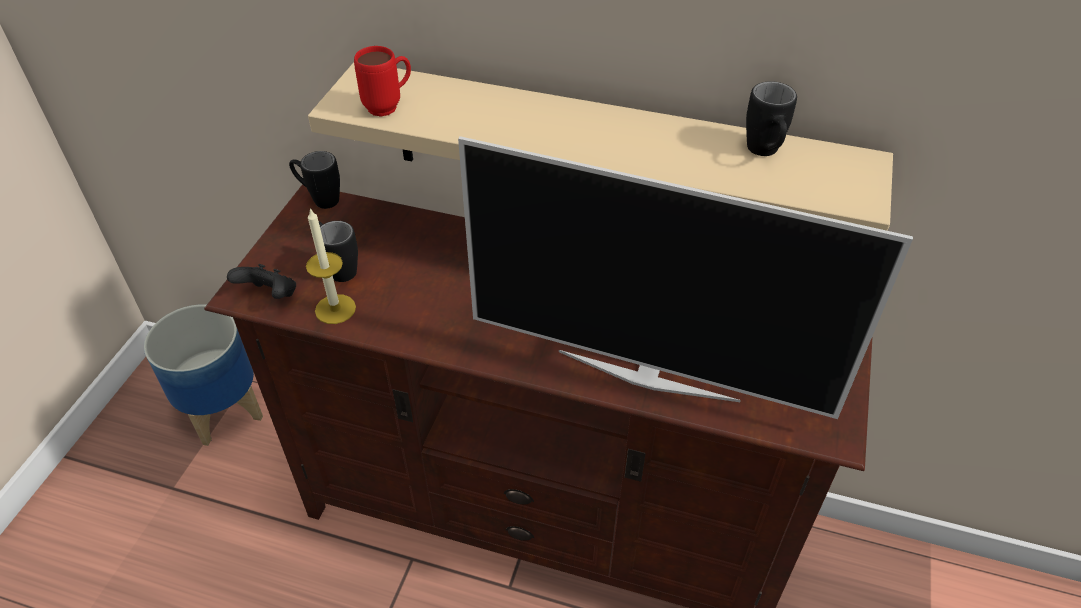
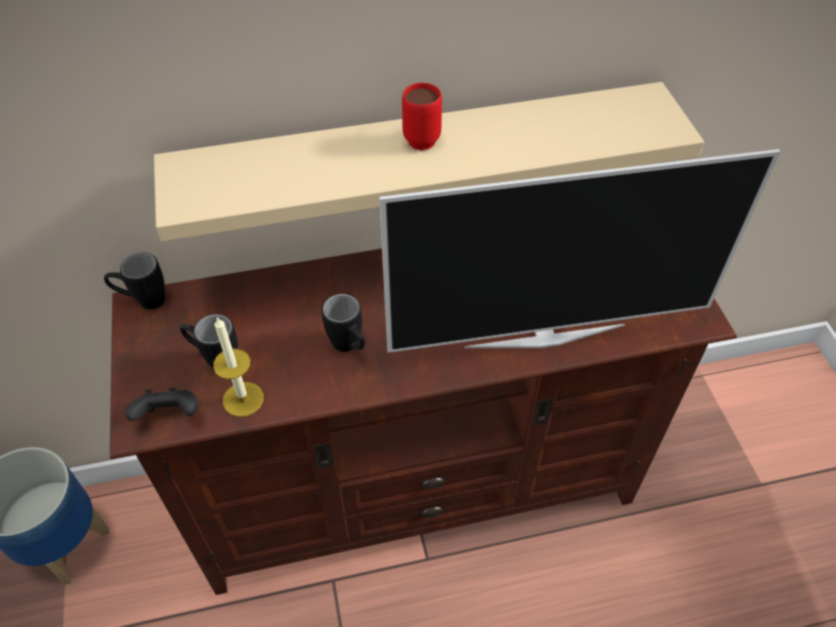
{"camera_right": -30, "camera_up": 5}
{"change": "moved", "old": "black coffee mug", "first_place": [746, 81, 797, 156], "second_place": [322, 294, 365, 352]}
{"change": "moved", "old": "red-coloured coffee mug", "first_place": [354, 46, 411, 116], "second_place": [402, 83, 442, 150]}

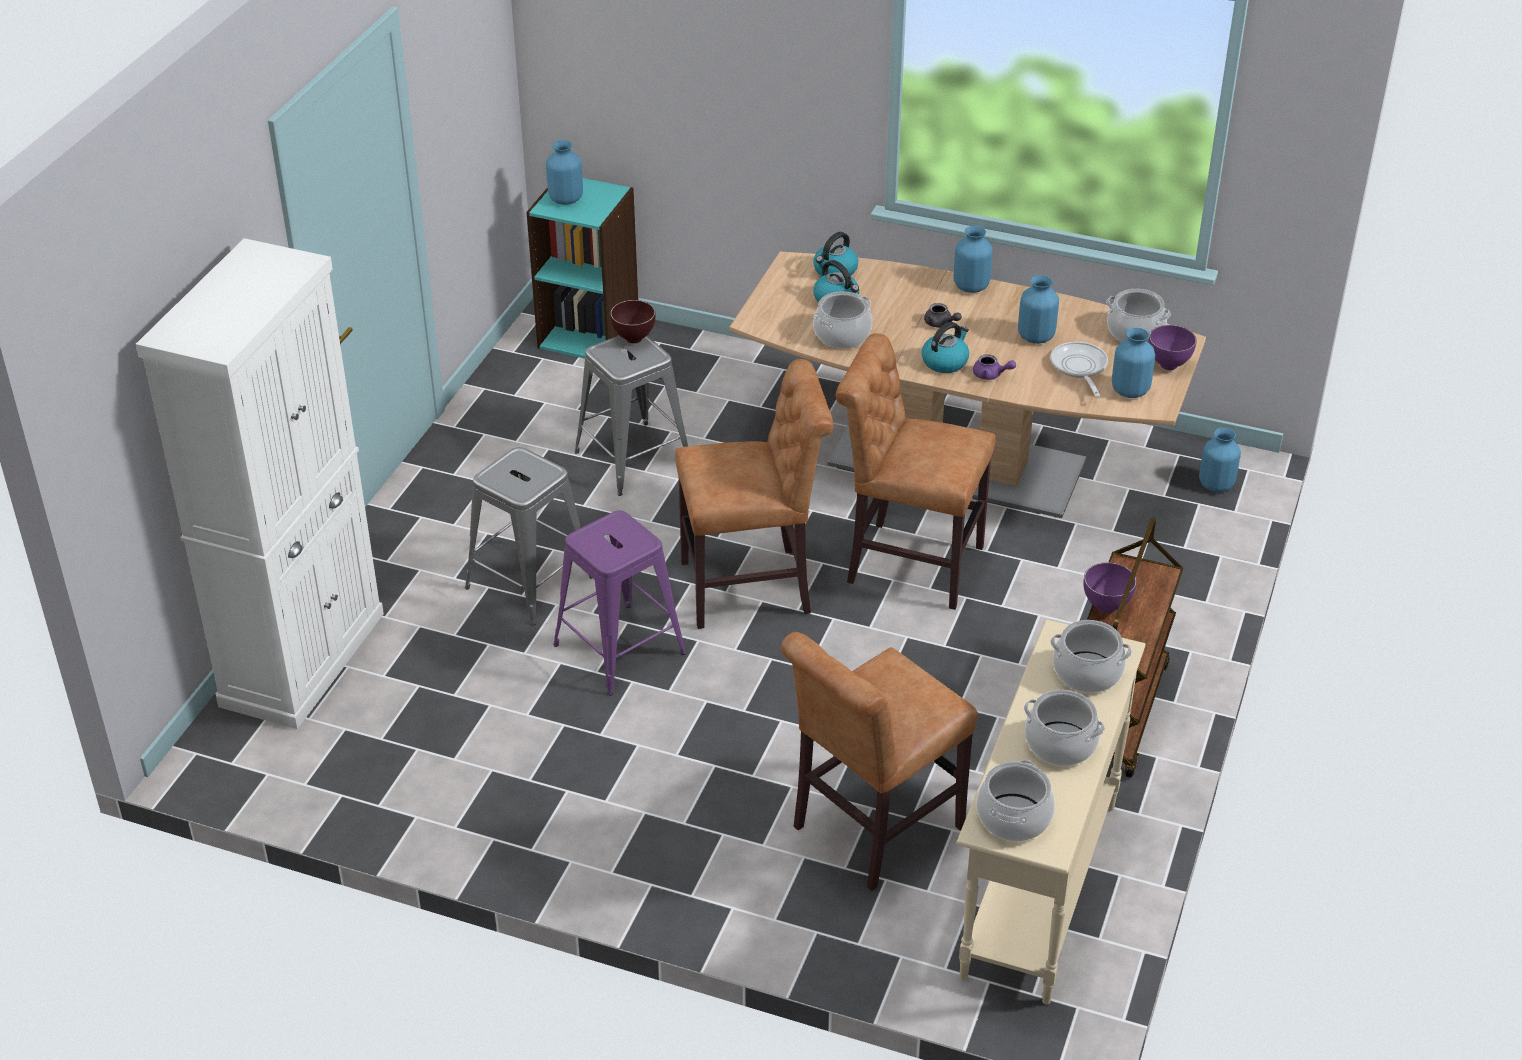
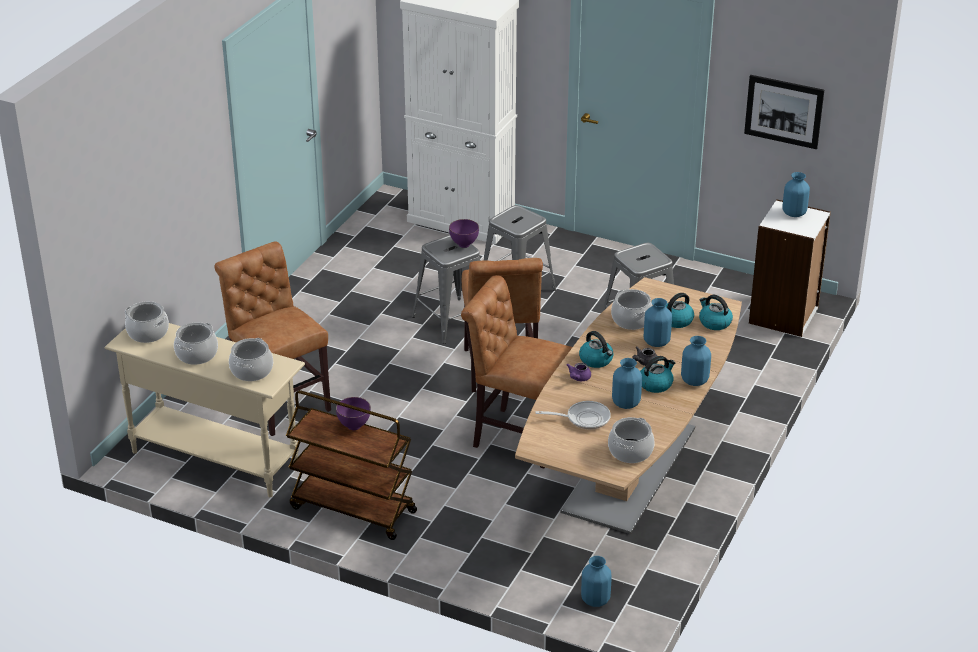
{"camera_right": 95, "camera_up": -5}
{"change": "recoloured", "old": "purple sitting stool", "new": "greyish sitting stool", "first_place": [553, 510, 686, 695], "second_place": [412, 235, 480, 344]}
{"change": "moved", "old": "purple deep dish", "first_place": [1149, 325, 1197, 370], "second_place": [449, 219, 479, 248]}
{"change": "turned", "old": "brown plain chair", "first_place": [836, 333, 996, 610], "second_place": [461, 275, 572, 469], "degrees": -90}
{"change": "added", "new": "water kettle", "second_place": [640, 356, 675, 393]}
{"change": "moved", "old": "bluish flower vase", "first_place": [1112, 328, 1155, 398], "second_place": [644, 298, 672, 347]}
{"change": "added", "new": "wall art", "second_place": [744, 75, 824, 149]}
{"change": "recoloured", "old": "blue-green bookshelf", "new": "white-coloured bookshelf", "first_place": [527, 178, 638, 359], "second_place": [749, 199, 831, 337]}
{"change": "removed", "old": "brown deep dish", "first_place": [610, 300, 655, 343]}

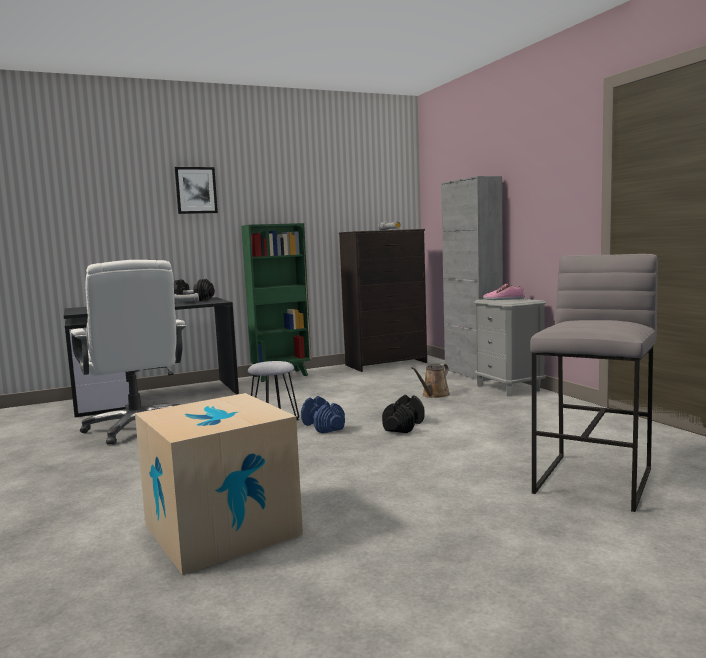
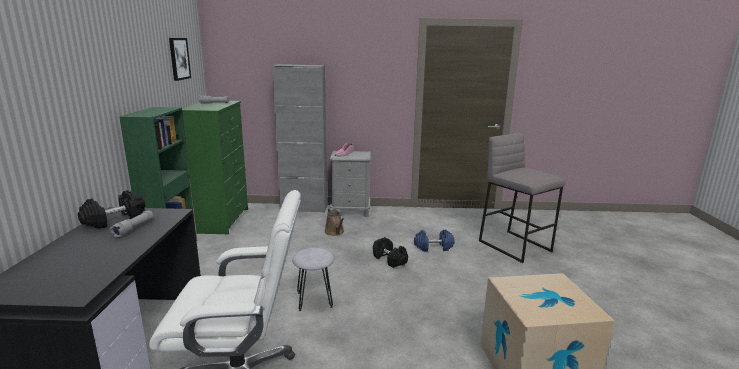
{"camera_right": -65, "camera_up": 10}
{"change": "moved", "old": "wall art", "first_place": [175, 167, 218, 214], "second_place": [169, 38, 191, 81]}
{"change": "recoloured", "old": "black dresser", "new": "greenish dresser", "first_place": [339, 229, 427, 372], "second_place": [182, 101, 248, 234]}
{"change": "moved", "old": "bluish free weight", "first_place": [301, 396, 345, 433], "second_place": [414, 230, 455, 252]}

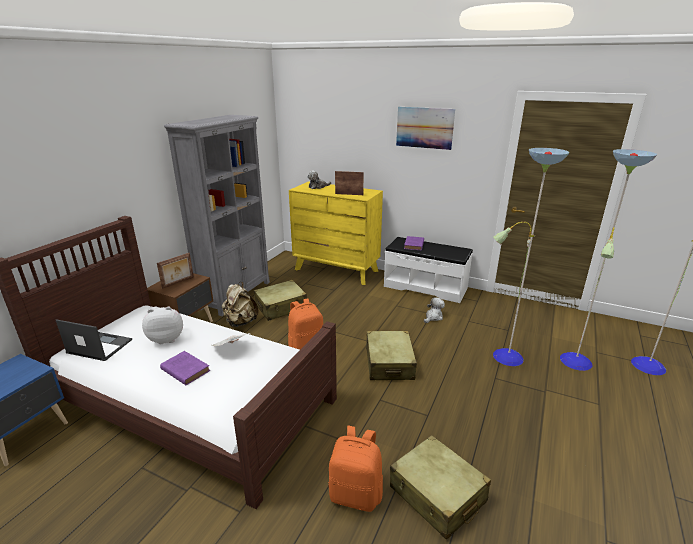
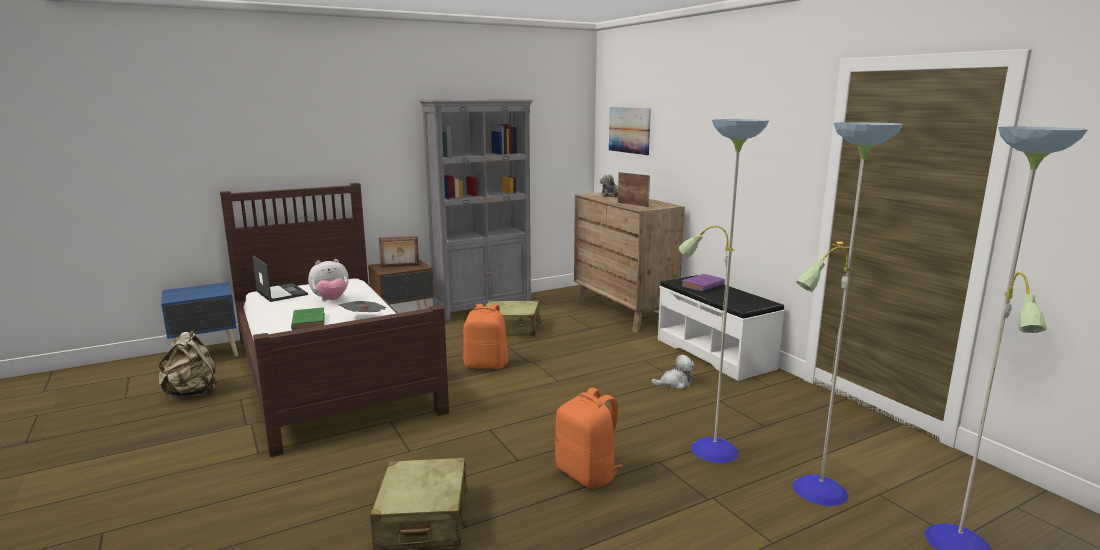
{"camera_right": 35, "camera_up": -10}
{"change": "moved", "old": "sand-coloured backpack", "first_place": [222, 282, 259, 327], "second_place": [157, 330, 216, 397]}
{"change": "recoloured", "old": "purple bound book", "new": "greenish bound book", "first_place": [160, 351, 210, 385], "second_place": [291, 307, 325, 330]}
{"change": "turned", "old": "plush toy", "first_place": [142, 307, 183, 344], "second_place": [308, 259, 349, 301], "degrees": 135}
{"change": "moved", "old": "orange-coloured backpack", "first_place": [328, 426, 383, 512], "second_place": [555, 388, 622, 489]}
{"change": "recoloured", "old": "yellowish dresser", "new": "brown dresser", "first_place": [289, 181, 383, 285], "second_place": [574, 192, 685, 333]}
{"change": "moved", "old": "wall art", "first_place": [396, 107, 455, 150], "second_place": [609, 107, 651, 155]}
{"change": "removed", "old": "sand-coloured piece of luggage", "first_place": [366, 331, 417, 380]}

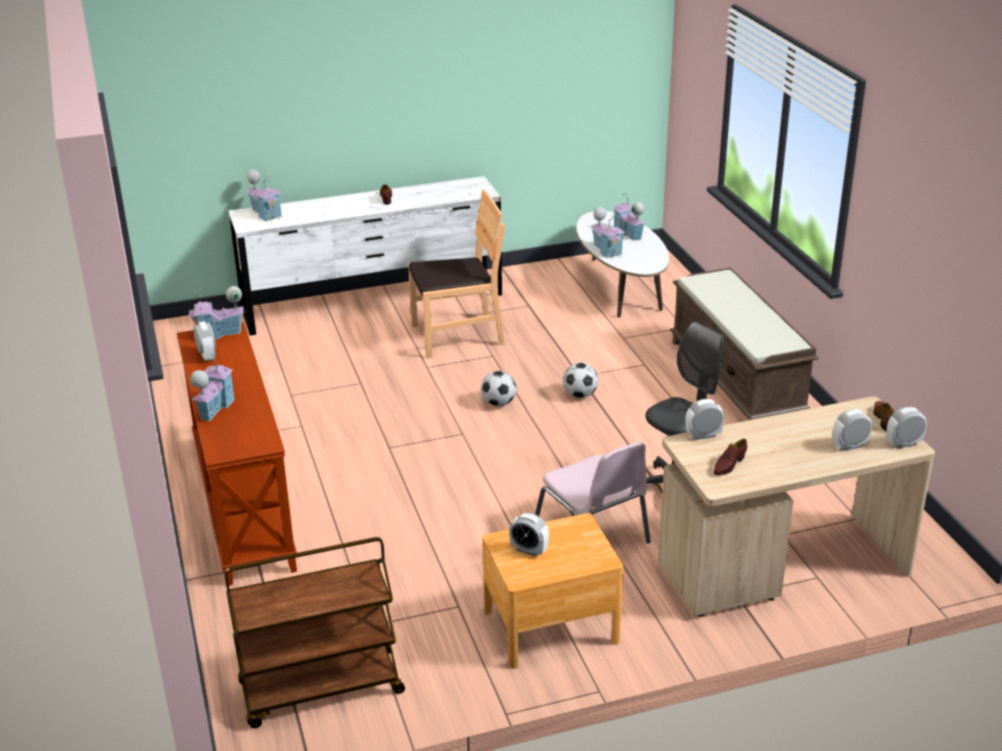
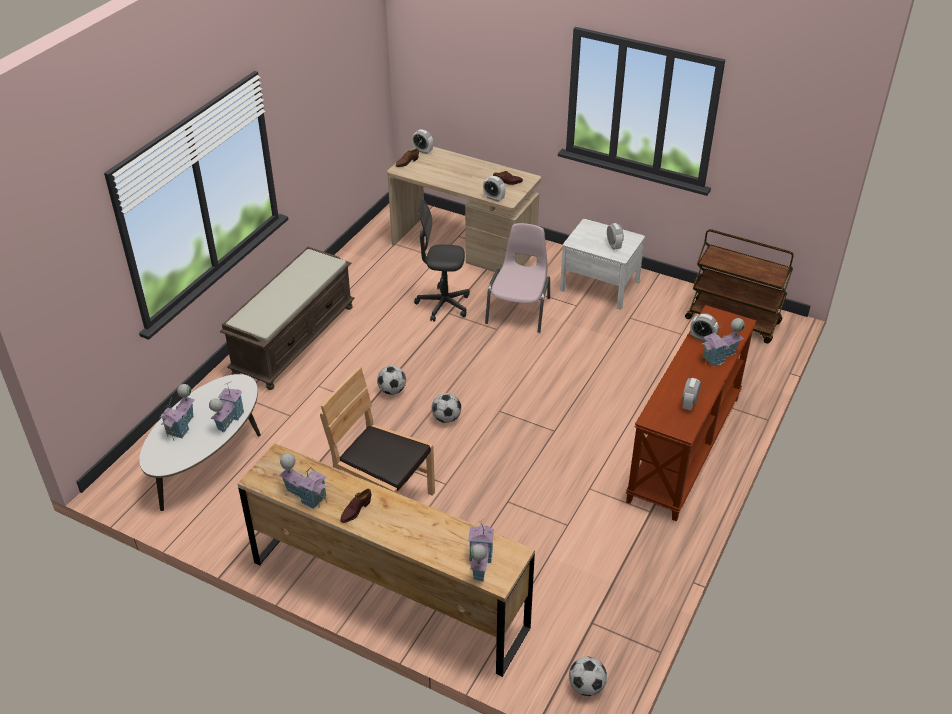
{"camera_right": -135, "camera_up": 10}
{"change": "recoloured", "old": "white-coloured dresser", "new": "brown dresser", "first_place": [229, 176, 502, 335], "second_place": [238, 444, 535, 677]}
{"change": "moved", "old": "miniature house", "first_place": [188, 286, 244, 340], "second_place": [279, 453, 328, 509]}
{"change": "recoloured", "old": "brown bedside table", "new": "white-coloured bedside table", "first_place": [482, 513, 623, 669], "second_place": [560, 219, 645, 309]}
{"change": "added", "new": "ball for football", "second_place": [569, 657, 607, 696]}
{"change": "moved", "old": "table clock", "first_place": [832, 409, 872, 451], "second_place": [690, 313, 718, 342]}

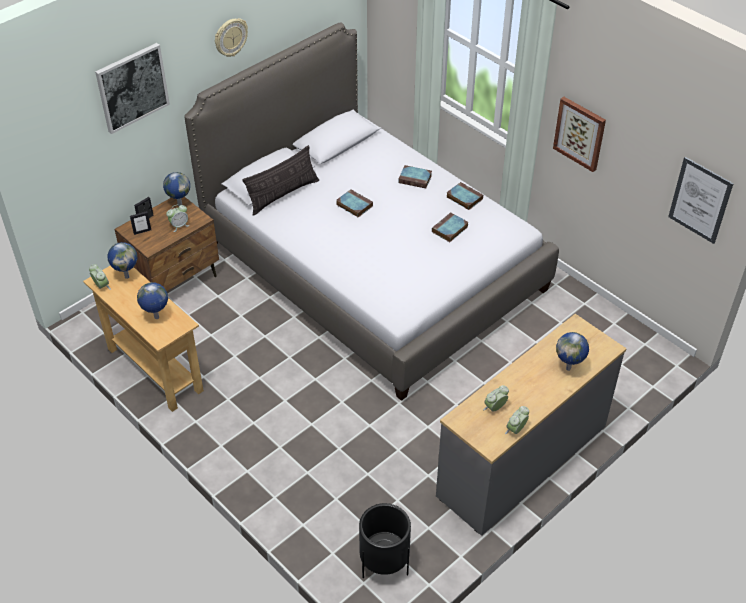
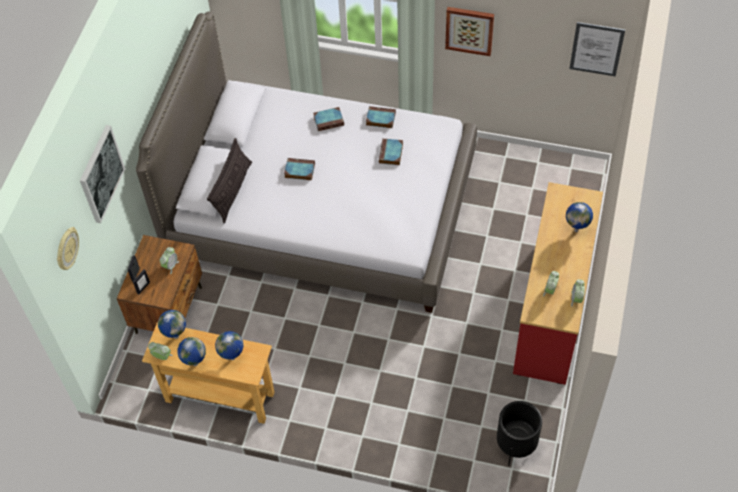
{"camera_right": -30, "camera_up": 10}
{"change": "moved", "old": "hanging clock", "first_place": [215, 18, 248, 57], "second_place": [57, 227, 79, 270]}
{"change": "moved", "old": "desk globe", "first_place": [163, 172, 190, 206], "second_place": [177, 337, 206, 366]}
{"change": "recoloured", "old": "greyish dresser", "new": "red-coloured dresser", "first_place": [436, 314, 627, 536], "second_place": [513, 182, 603, 385]}

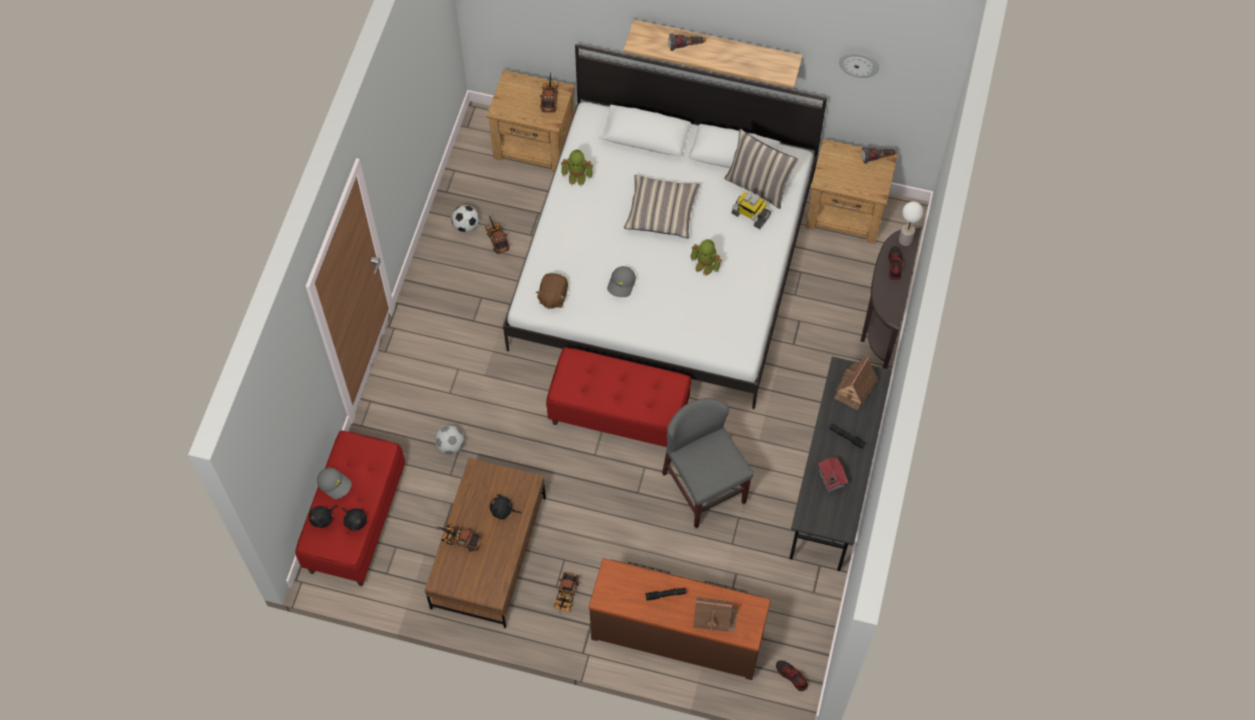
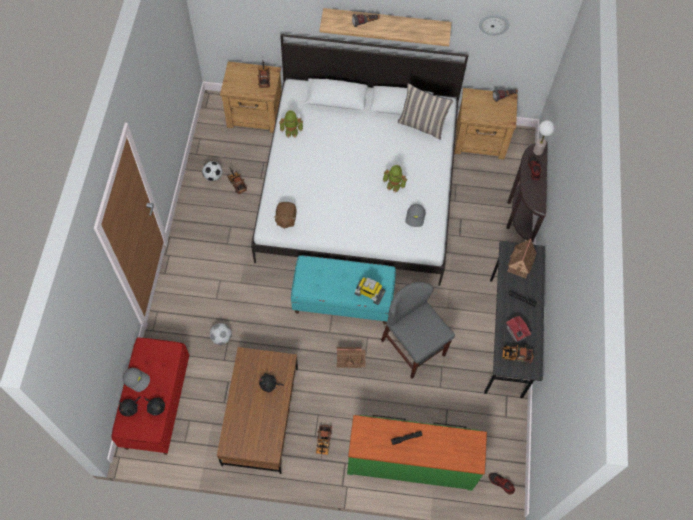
{"camera_right": -10, "camera_up": 0}
{"change": "recoloured", "old": "red-coloured bench", "new": "blue-green bench", "first_place": [546, 347, 691, 447], "second_place": [291, 255, 396, 324]}
{"change": "moved", "old": "miniature house", "first_place": [693, 597, 738, 632], "second_place": [337, 347, 366, 369]}
{"change": "recoloured", "old": "brown dresser", "new": "greenish dresser", "first_place": [589, 558, 771, 680], "second_place": [347, 415, 487, 491]}
{"change": "moved", "old": "robot figure", "first_place": [731, 191, 771, 229], "second_place": [355, 278, 386, 305]}
{"change": "moved", "old": "greyish peaked cap", "first_place": [607, 266, 636, 297], "second_place": [405, 204, 426, 227]}
{"change": "moved", "old": "toy truck", "first_place": [438, 525, 482, 552], "second_place": [498, 345, 533, 364]}
{"change": "removed", "old": "throw pillow", "first_place": [624, 174, 700, 238]}

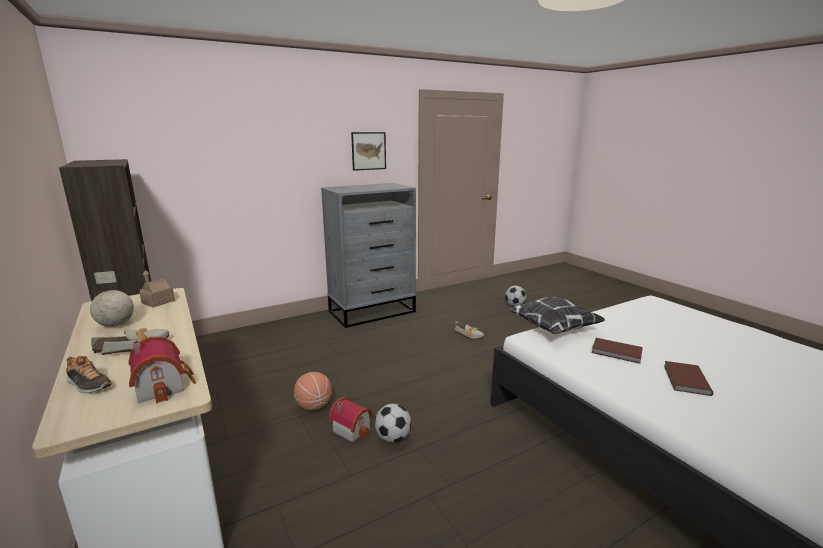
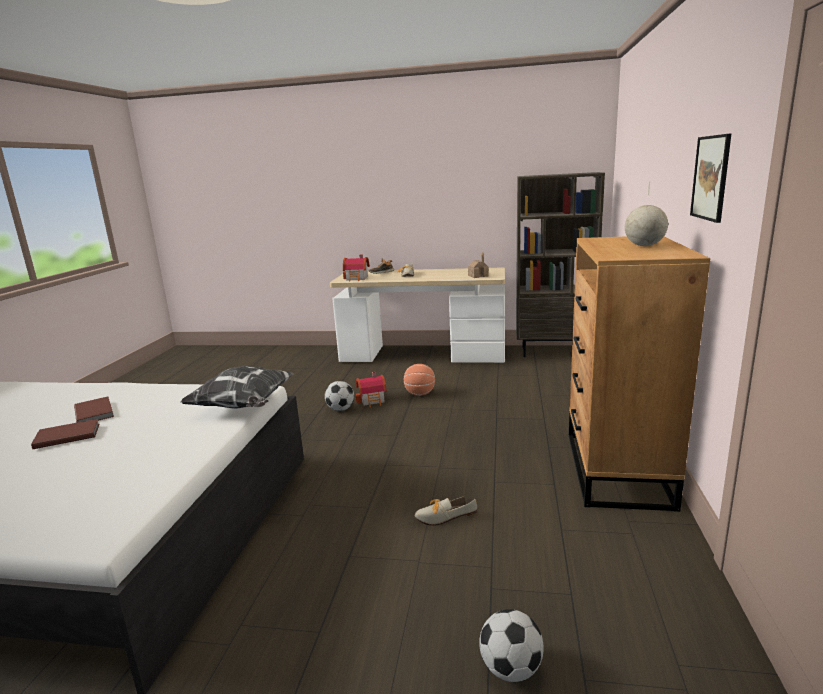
{"camera_right": 130, "camera_up": 0}
{"change": "moved", "old": "brown bound book", "first_place": [592, 338, 643, 364], "second_place": [31, 419, 99, 449]}
{"change": "recoloured", "old": "greyish dresser", "new": "brown dresser", "first_place": [321, 183, 416, 328], "second_place": [568, 236, 710, 512]}
{"change": "moved", "old": "desk globe", "first_place": [90, 271, 134, 327], "second_place": [625, 182, 668, 246]}

